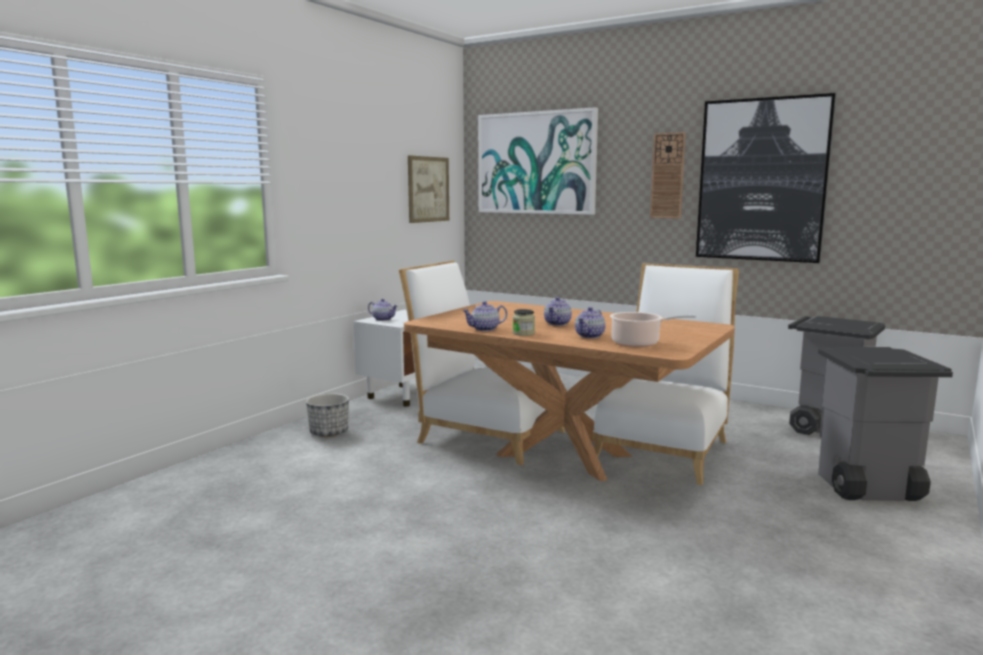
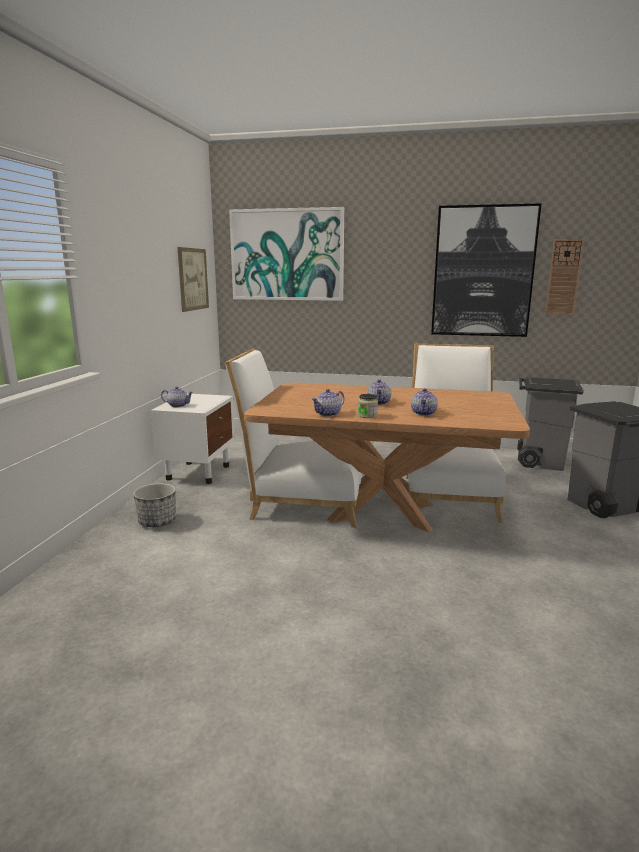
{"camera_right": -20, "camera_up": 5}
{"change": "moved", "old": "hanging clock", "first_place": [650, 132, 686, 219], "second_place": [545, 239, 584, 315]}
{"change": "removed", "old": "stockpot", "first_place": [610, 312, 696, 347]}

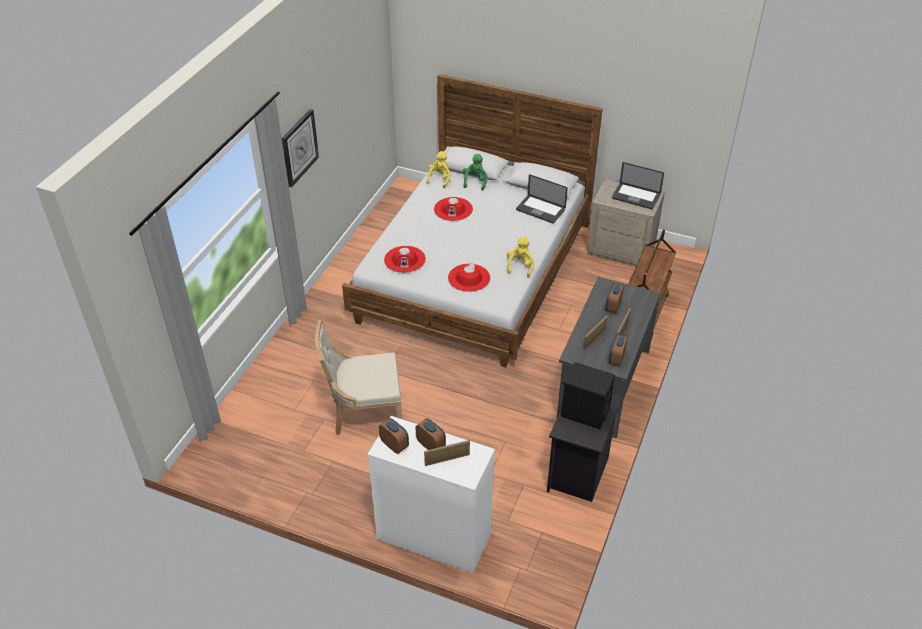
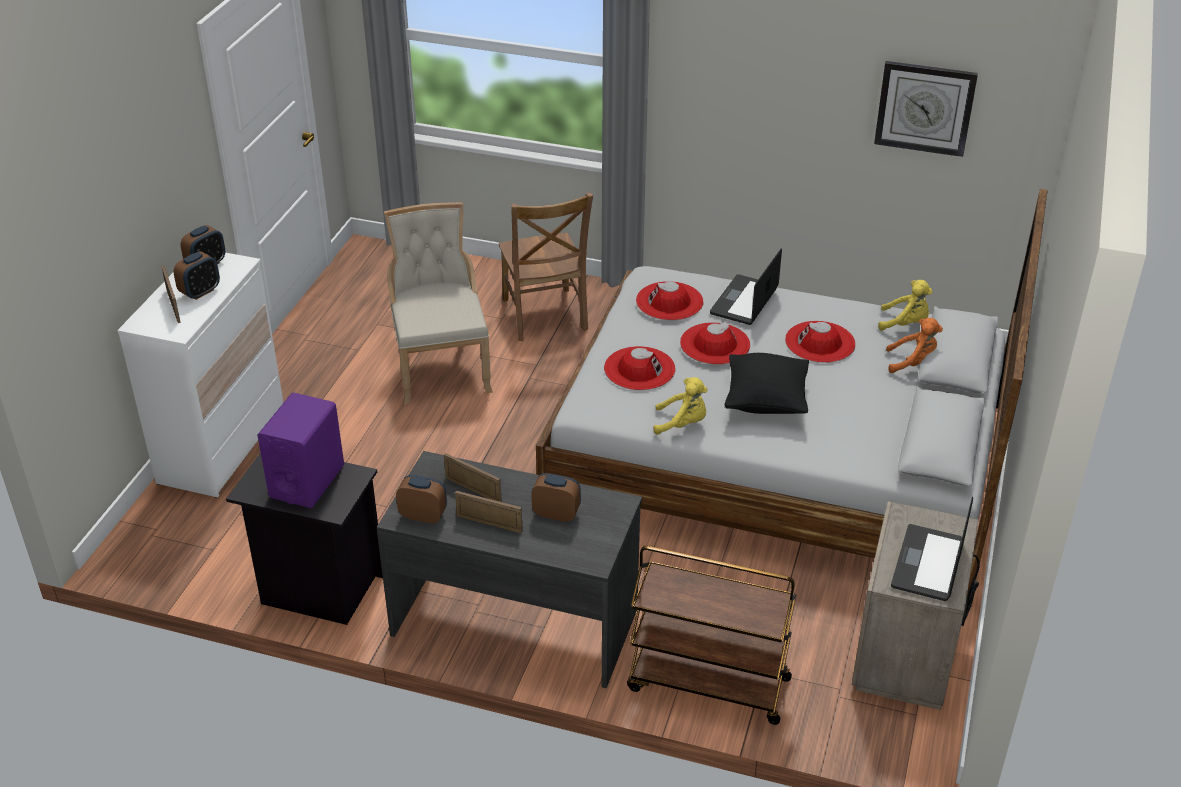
{"camera_right": 85, "camera_up": -5}
{"change": "recoloured", "old": "black speaker", "new": "purple speaker", "first_place": [561, 362, 615, 429], "second_place": [257, 392, 344, 508]}
{"change": "added", "new": "brown plain chair", "second_place": [499, 193, 593, 341]}
{"change": "added", "new": "red-coloured hat", "second_place": [680, 322, 750, 365]}
{"change": "moved", "old": "laptop", "first_place": [516, 174, 568, 223], "second_place": [710, 248, 782, 325]}
{"change": "added", "new": "black throw pillow", "second_place": [725, 353, 809, 414]}
{"change": "moved", "old": "hanging clock", "first_place": [282, 109, 319, 187], "second_place": [874, 61, 978, 157]}
{"change": "recoloured", "old": "greenish plush toy", "new": "orange-coloured plush toy", "first_place": [463, 154, 488, 191], "second_place": [886, 318, 943, 373]}

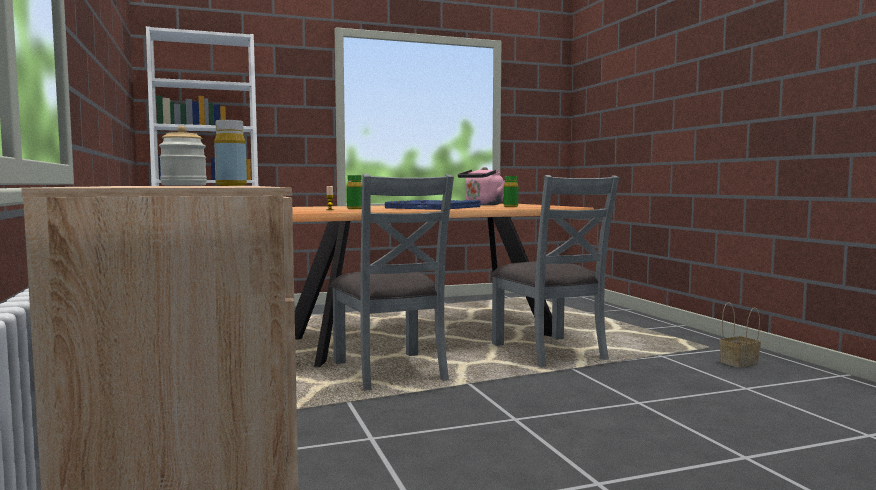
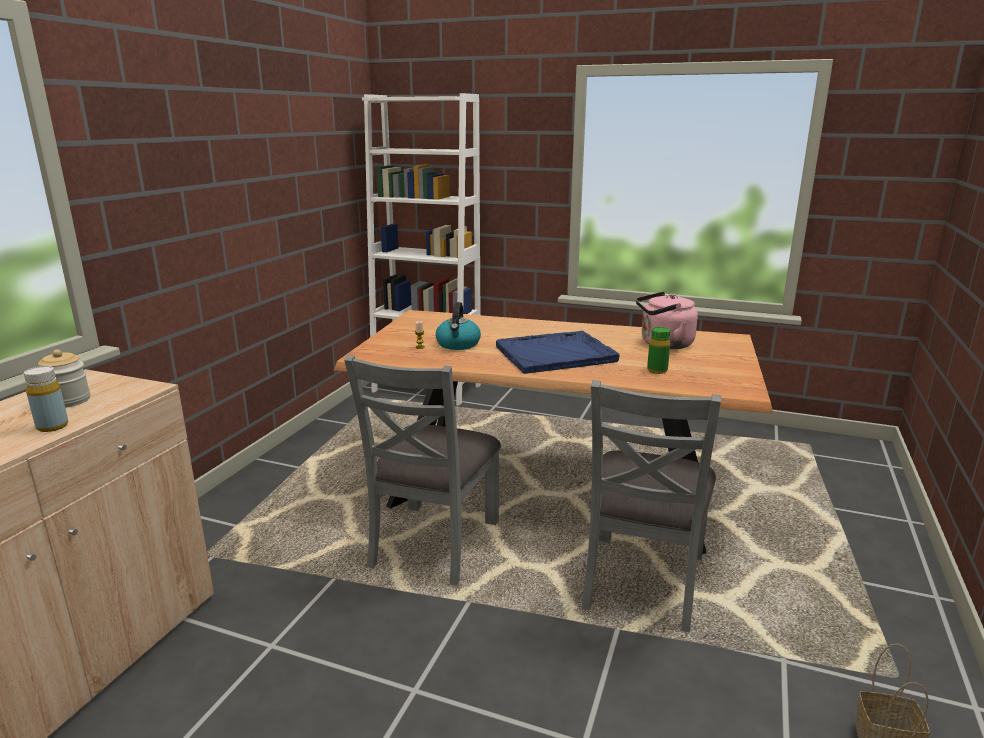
{"camera_right": 40, "camera_up": 15}
{"change": "replaced", "old": "greenish drink bottle", "new": "water kettle", "first_place": [347, 175, 362, 209], "second_place": [436, 302, 481, 350]}

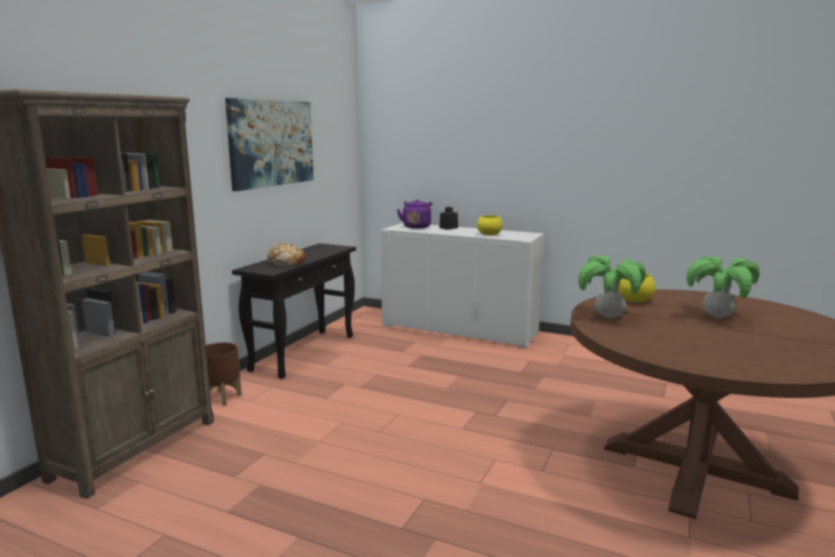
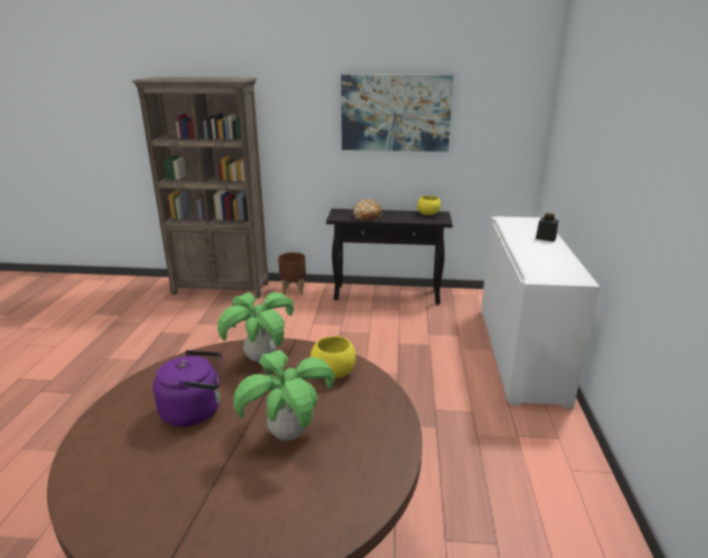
{"camera_right": 70, "camera_up": 10}
{"change": "moved", "old": "purple water kettle", "first_place": [397, 200, 432, 229], "second_place": [153, 350, 222, 427]}
{"change": "moved", "old": "yellowish deep dish", "first_place": [477, 215, 502, 235], "second_place": [417, 196, 441, 215]}

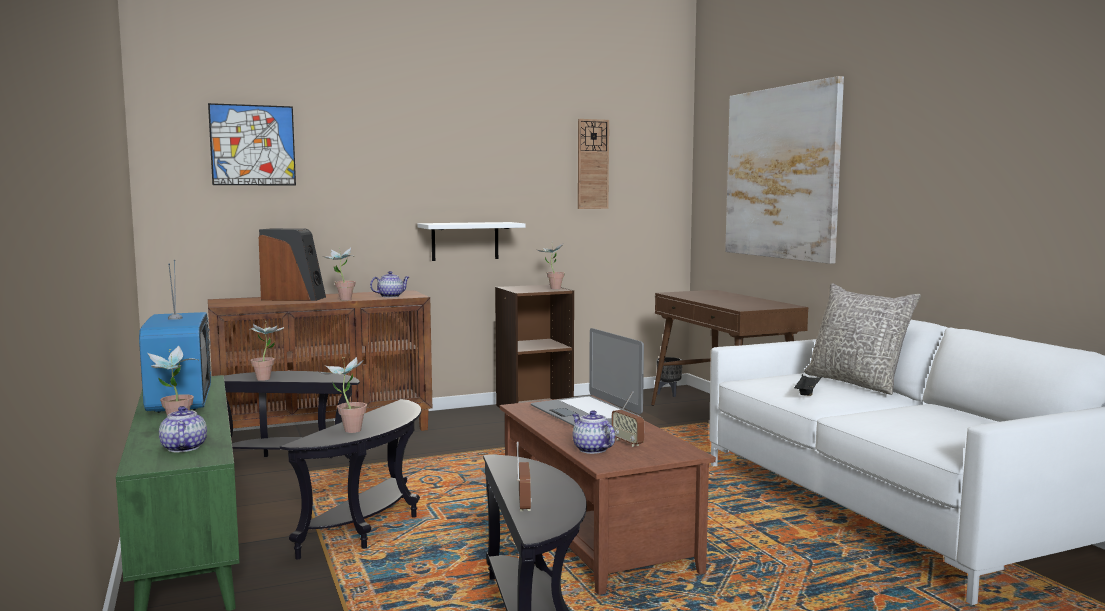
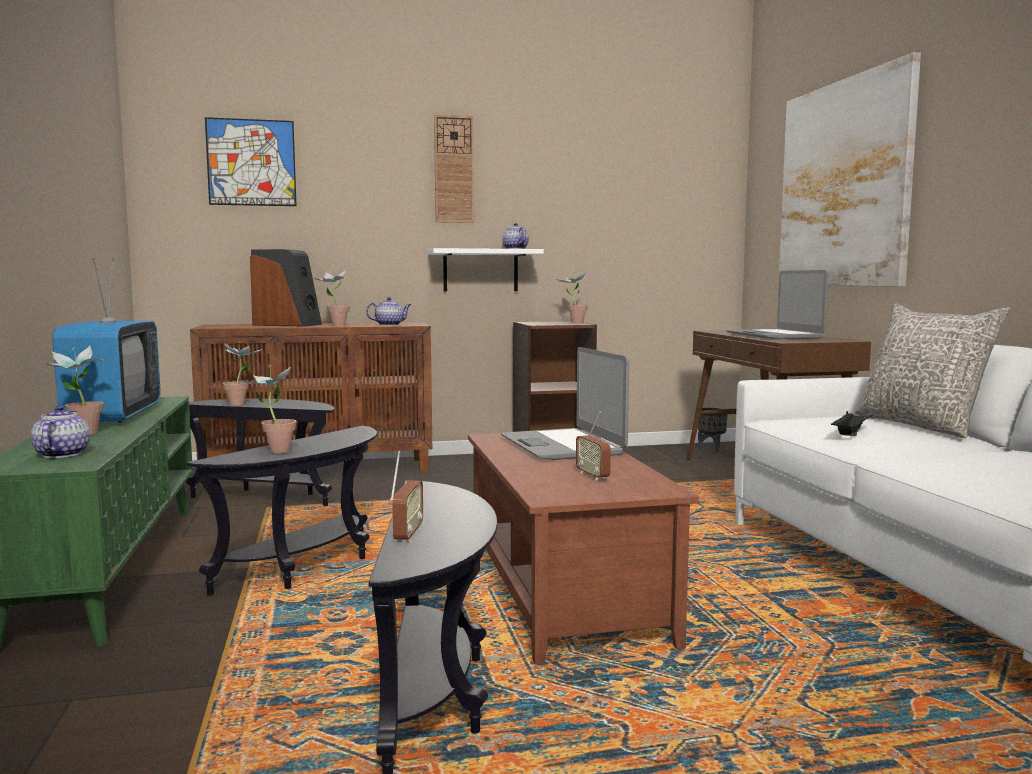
{"camera_right": 10, "camera_up": 0}
{"change": "moved", "old": "hanging clock", "first_place": [578, 119, 609, 209], "second_place": [434, 114, 474, 223]}
{"change": "moved", "old": "tea pot", "first_place": [572, 410, 615, 454], "second_place": [502, 223, 529, 249]}
{"change": "added", "new": "laptop", "second_place": [726, 270, 828, 339]}

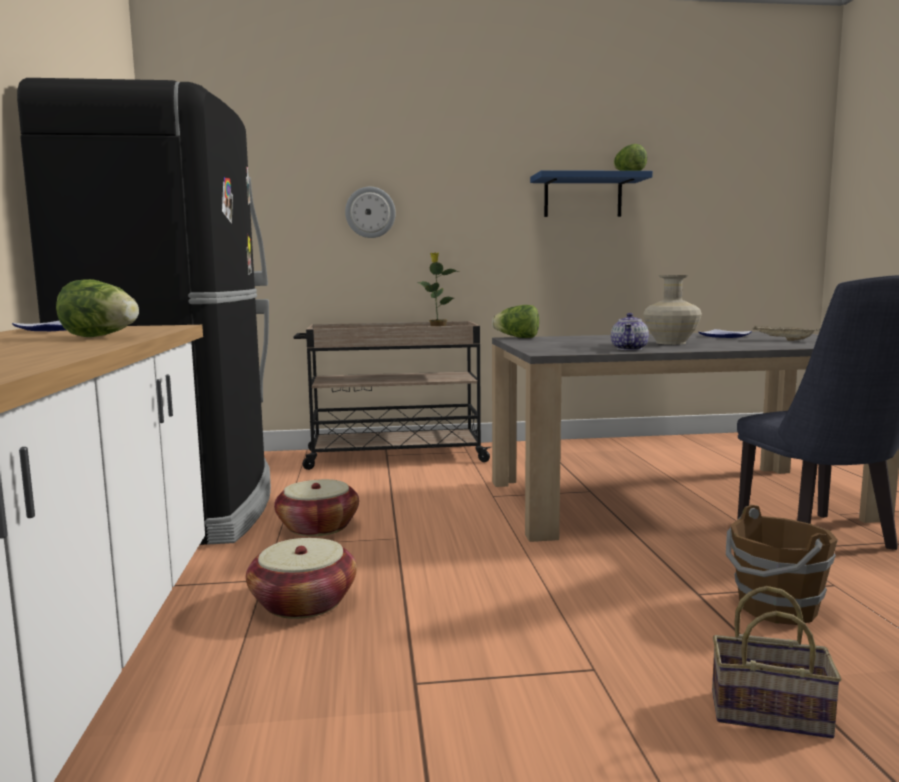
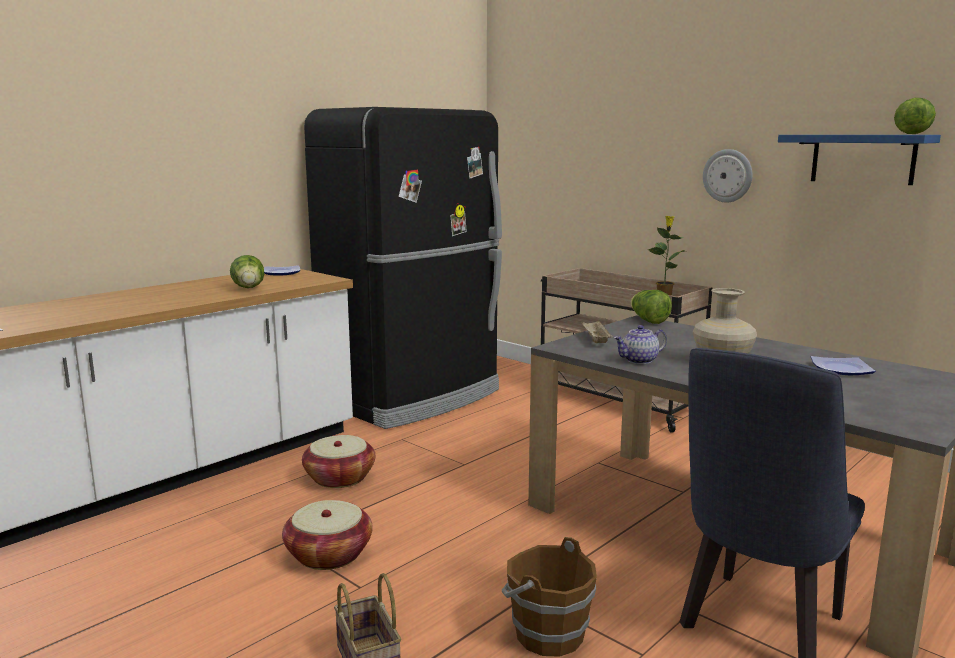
{"camera_right": 50, "camera_up": 5}
{"change": "moved", "old": "household basket", "first_place": [274, 479, 359, 536], "second_place": [282, 500, 373, 570]}
{"change": "moved", "old": "sand-coloured tray", "first_place": [753, 325, 820, 341], "second_place": [581, 321, 612, 343]}
{"change": "moved", "old": "hanging clock", "first_place": [345, 187, 396, 238], "second_place": [703, 149, 752, 203]}

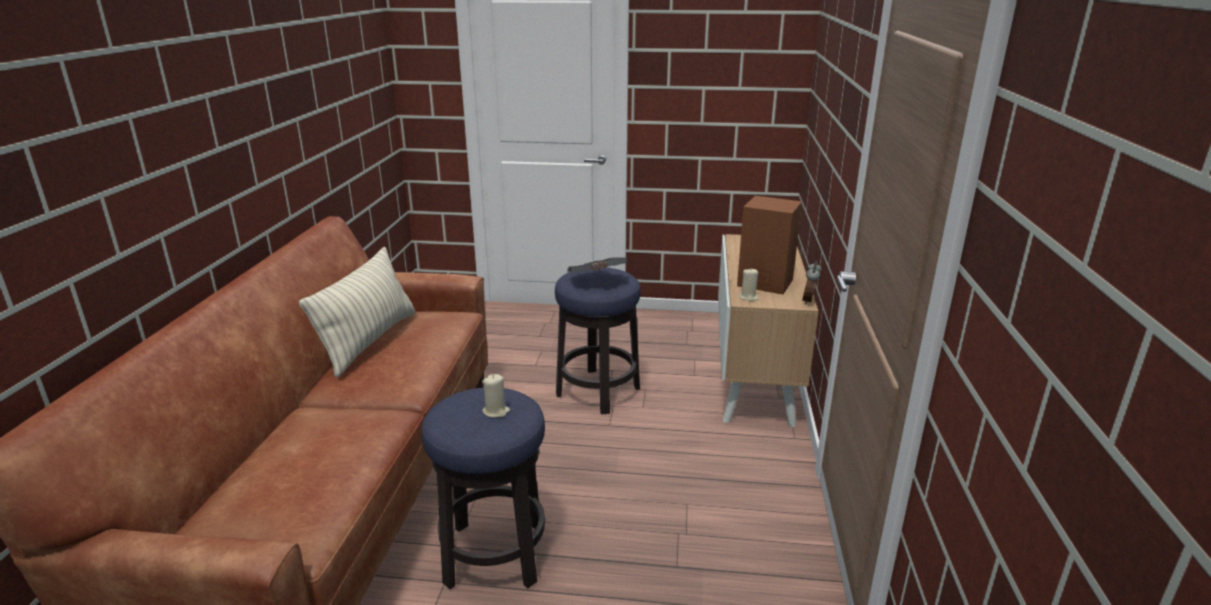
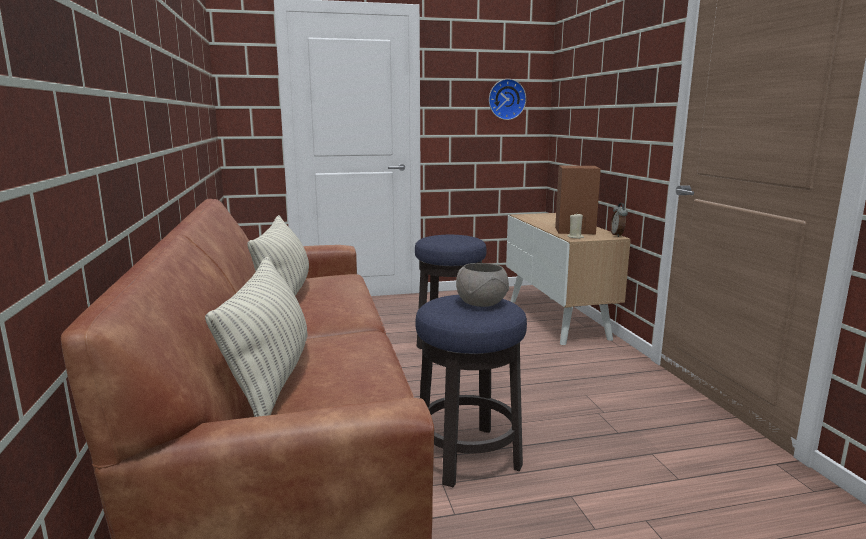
{"camera_right": -20, "camera_up": -10}
{"change": "added", "new": "throw pillow", "second_place": [205, 256, 308, 417]}
{"change": "replaced", "old": "sand-coloured candle", "new": "greyish deep dish", "first_place": [482, 374, 510, 418], "second_place": [456, 263, 509, 307]}
{"change": "added", "new": "hanging clock", "second_place": [489, 79, 526, 120]}
{"change": "removed", "old": "printed paper", "first_place": [567, 257, 627, 273]}

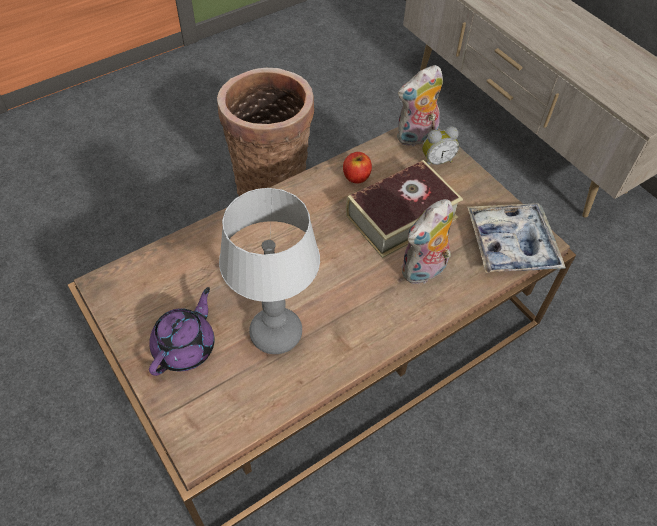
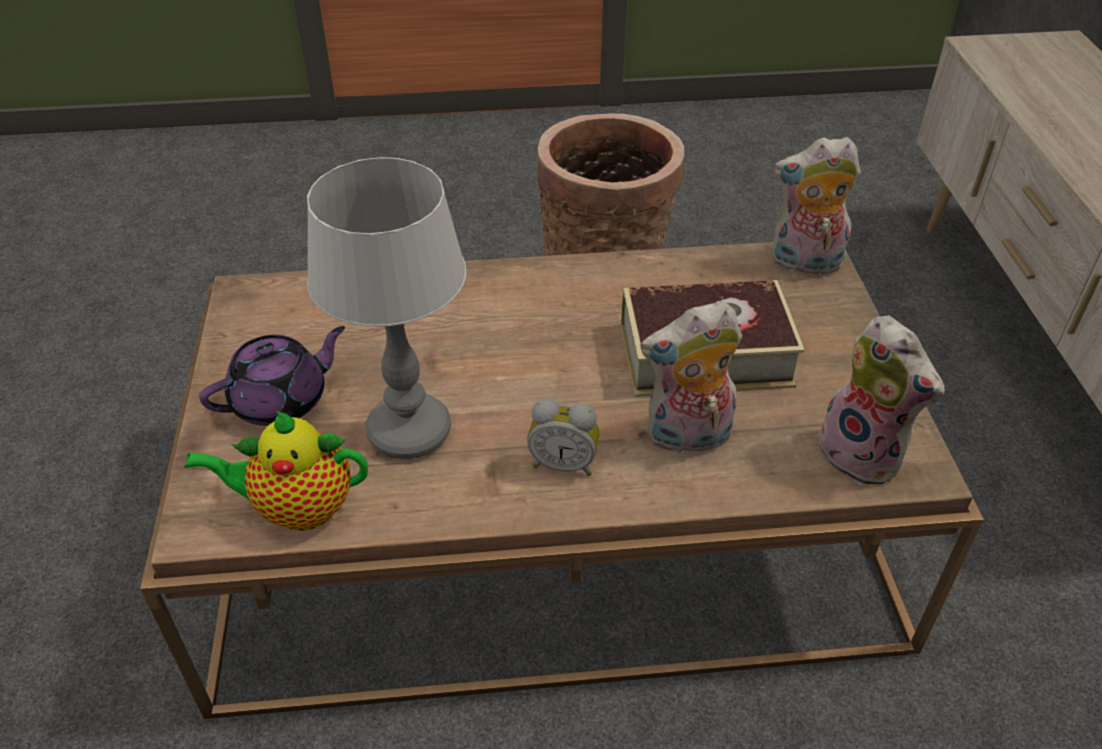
{"camera_right": 30, "camera_up": -10}
{"change": "added", "new": "tea pot", "second_place": [184, 411, 368, 531]}
{"change": "moved", "old": "table clock", "first_place": [422, 127, 459, 165], "second_place": [527, 398, 600, 476]}
{"change": "replaced", "old": "tray", "new": "plush toy", "first_place": [467, 203, 566, 273], "second_place": [815, 315, 945, 485]}
{"change": "removed", "old": "apple fruit", "first_place": [343, 152, 372, 184]}

